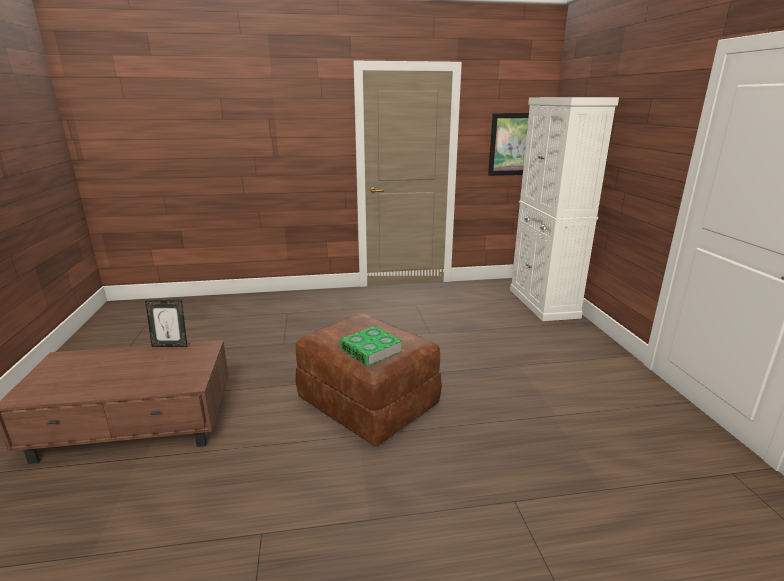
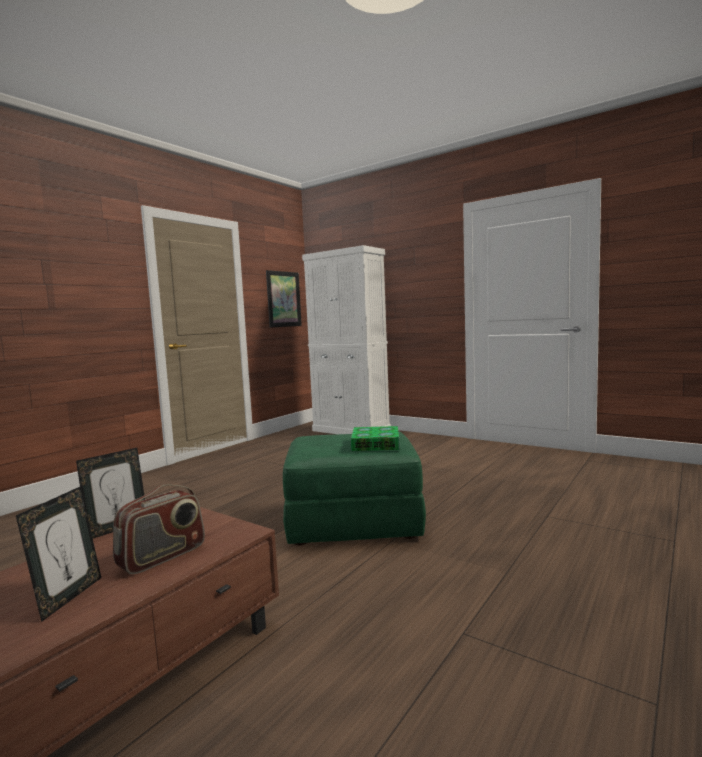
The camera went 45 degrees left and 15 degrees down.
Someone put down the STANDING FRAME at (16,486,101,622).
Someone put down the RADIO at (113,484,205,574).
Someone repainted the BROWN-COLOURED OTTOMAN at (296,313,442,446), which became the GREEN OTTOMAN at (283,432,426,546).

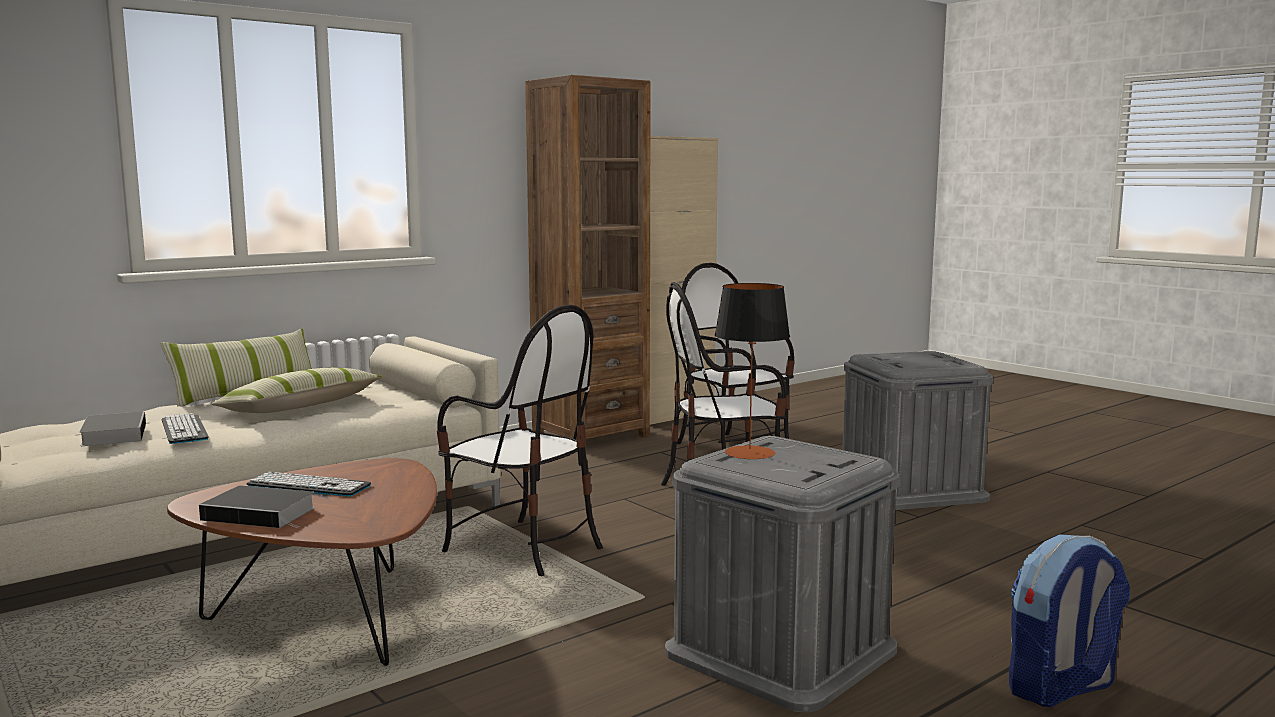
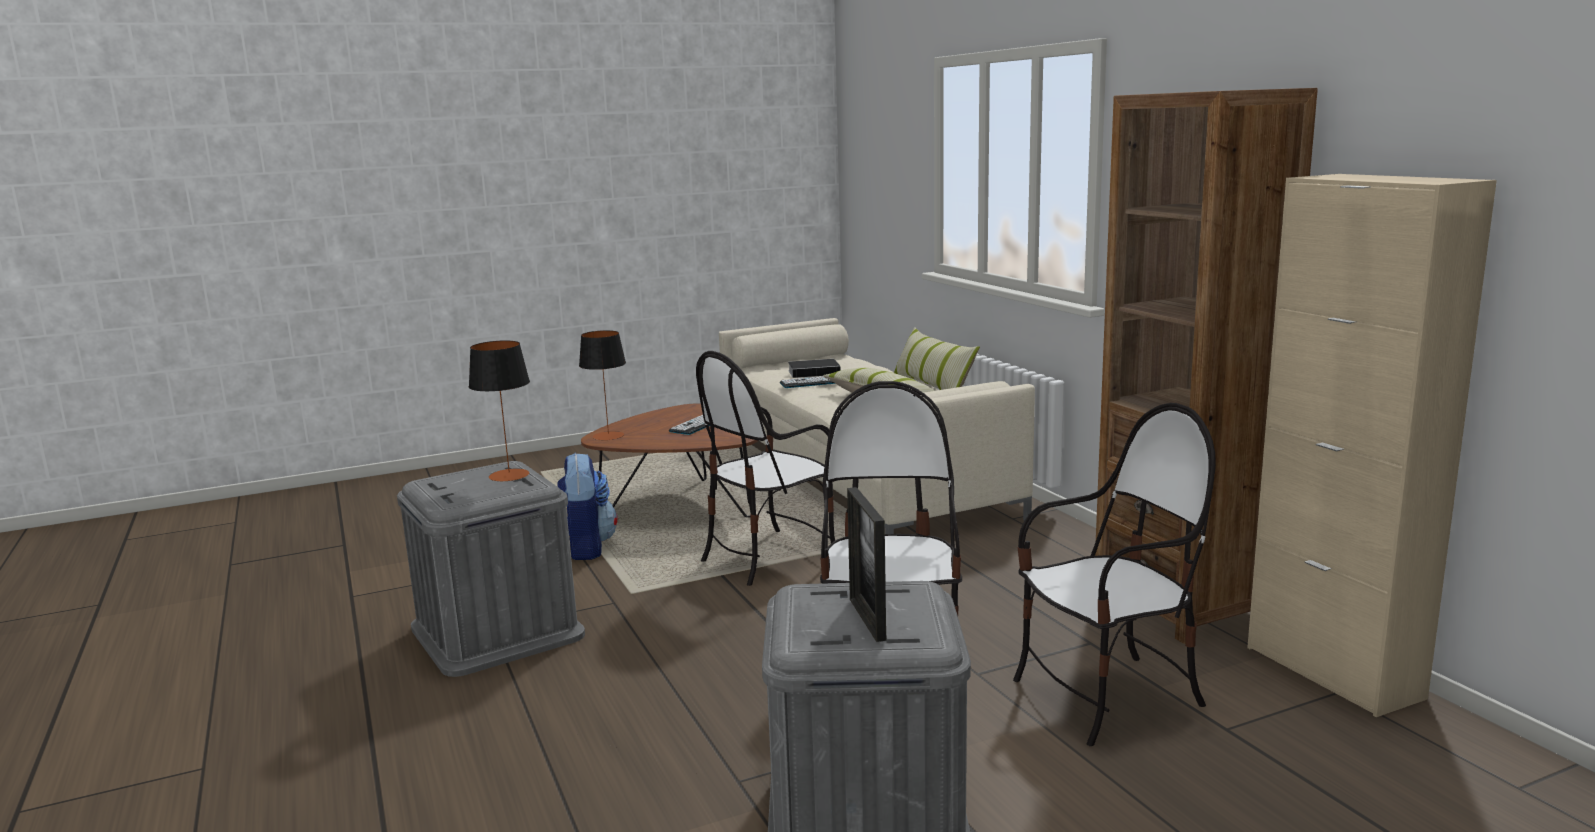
The camera went 105 degrees right and 5 degrees up.
Someone carried the BACKPACK from (1009,534,1130,707) to (557,453,618,560).
Someone put down the LAMP FOR A TABLE at (579,330,626,440).
Someone put down the STANDING FRAME at (847,487,886,642).
Someone took away the BOOK at (199,485,315,528).

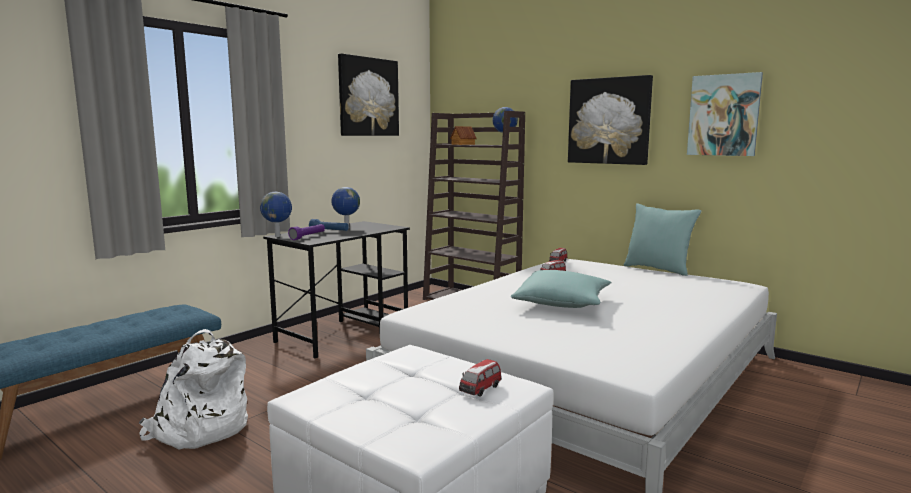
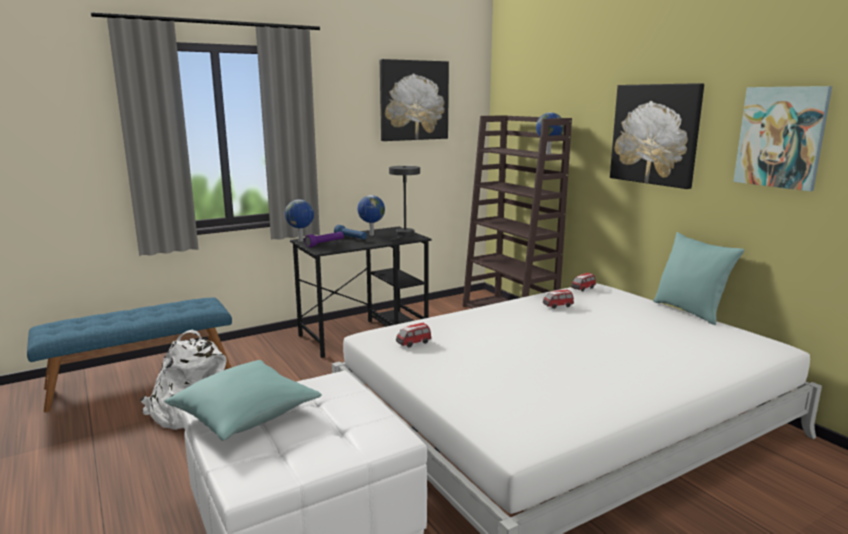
The camera went 20 degrees right and 5 degrees up.
Someone carried the TURQUOISE-COLOURED PILLOW from (511,270,611,308) to (165,360,322,441).
Someone put down the GREY LAMP FOR A TABLE at (389,166,420,240).
Someone carried the MINIATURE CAR from (459,359,501,397) to (396,323,431,348).
Someone took away the MODEL HOUSE at (450,126,477,145).

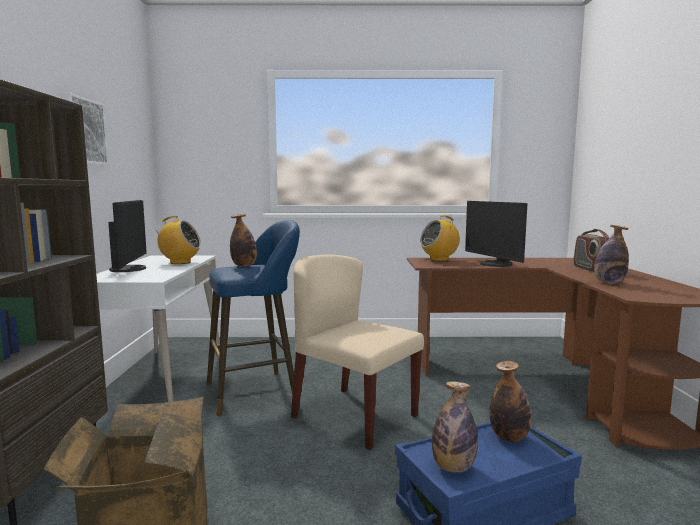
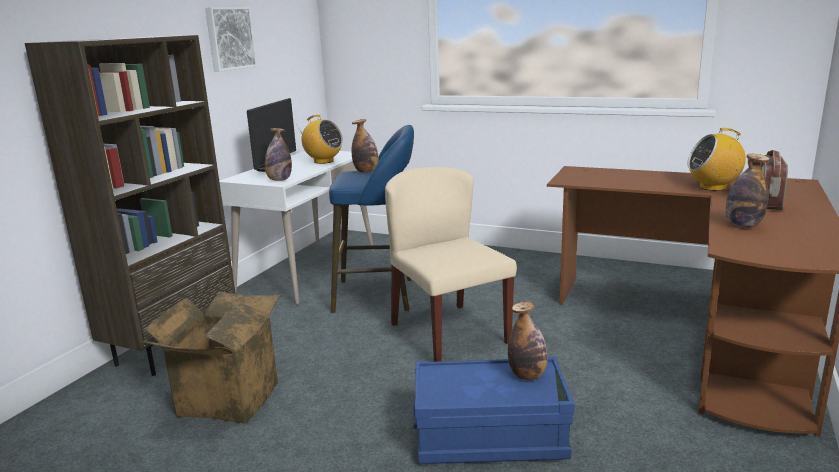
The camera went 25 degrees right and 10 degrees up.
Someone carried the BEVERAGE BOTTLE from (432,381,478,473) to (265,128,292,181).
Someone carried the RADIO from (420,215,460,261) to (687,128,746,191).
Someone took away the MONITOR at (465,201,527,267).

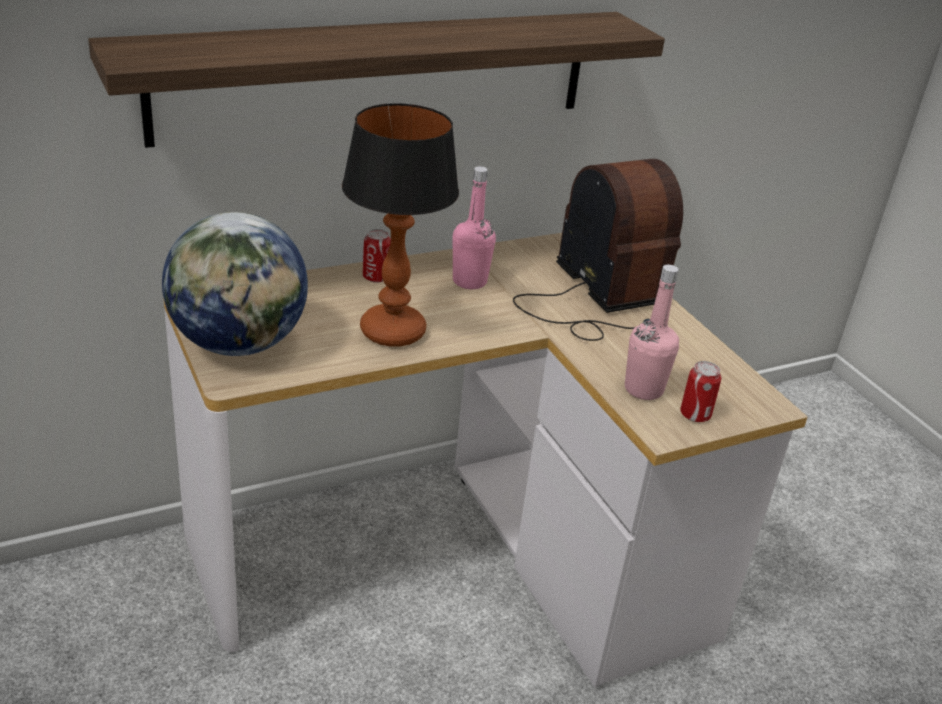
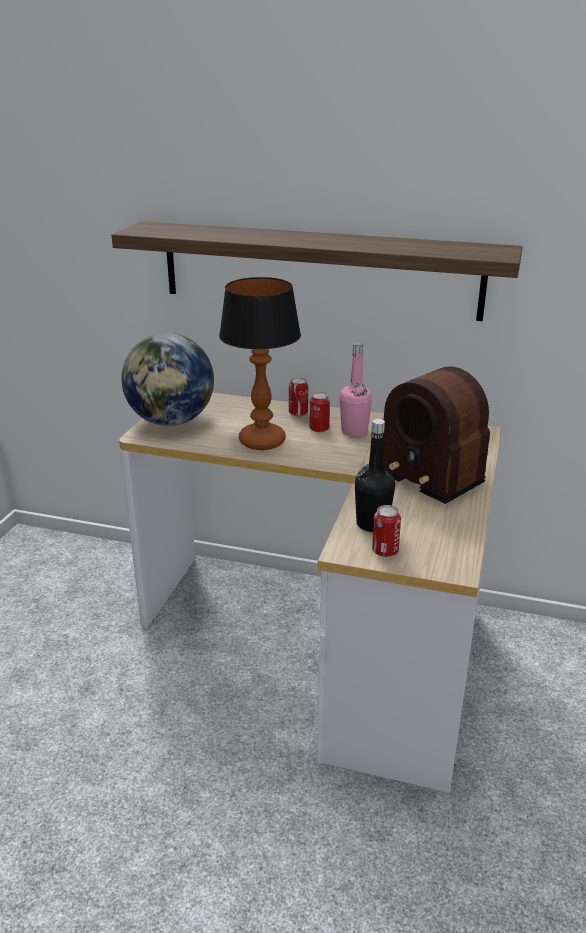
The camera went 45 degrees right and 5 degrees down.
Someone put down the SEALED CAN at (309,392,330,432).
Someone repainted the PINK BEVERAGE BOTTLE at (625,265,679,400), which became the BLACK BEVERAGE BOTTLE at (355,419,395,532).
Someone rotated the RADIO at (513,159,683,341) by 120 degrees clockwise.

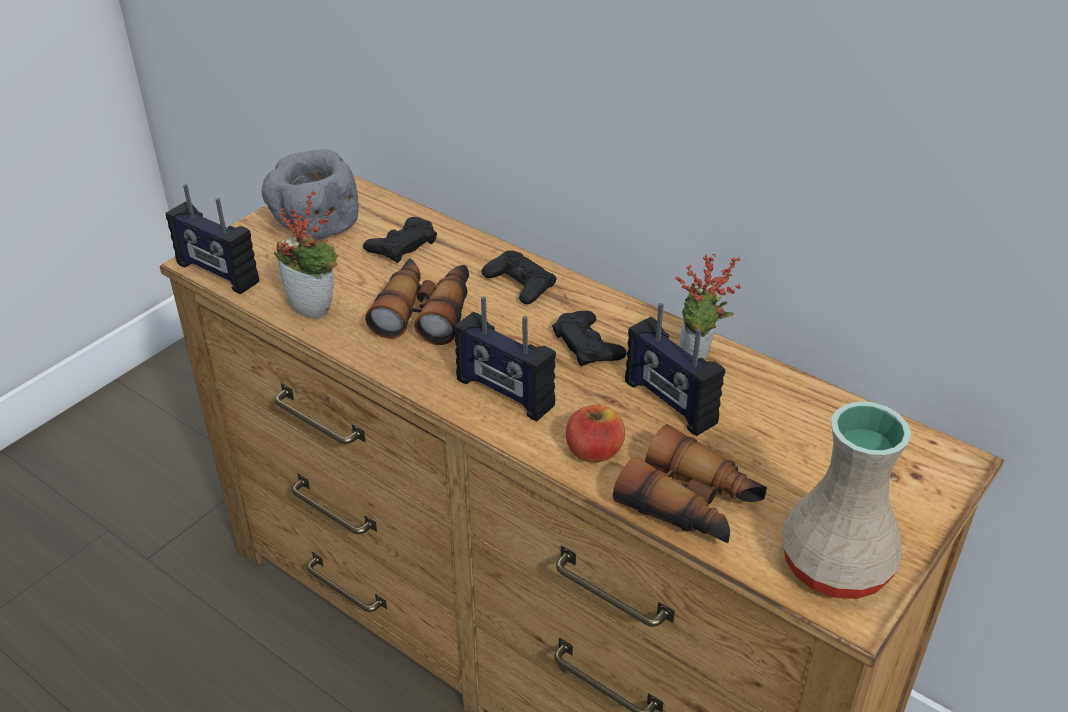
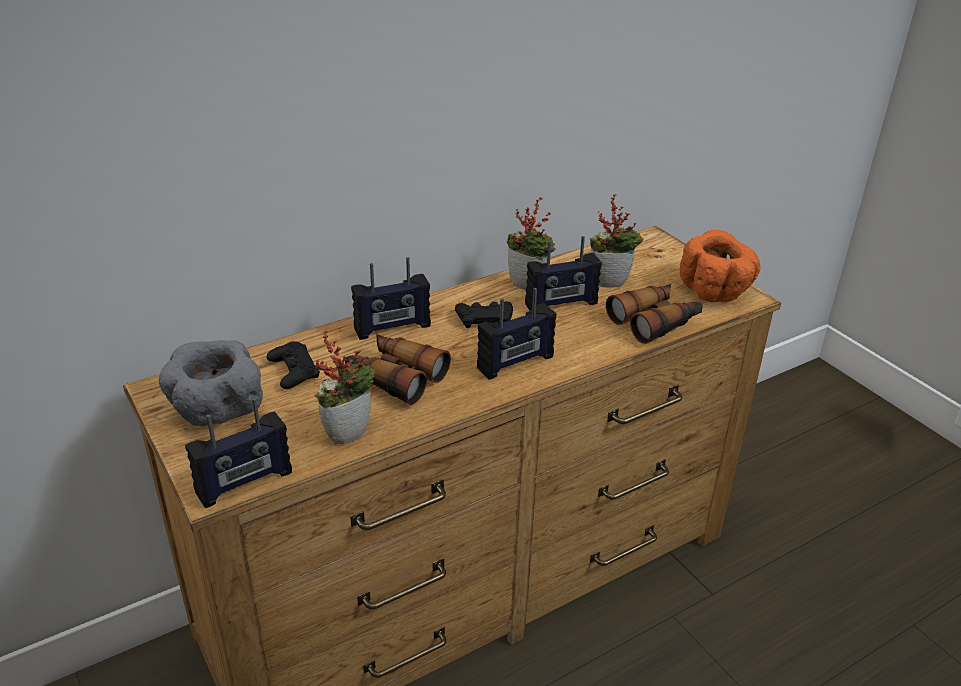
The camera went 70 degrees left and 5 degrees down.
Someone swapped the BLACK JOYPAD at (482,251,557,304) for the RADIO at (351,257,431,340).
Someone put down the HOUSEPLANT at (590,194,644,288).
Someone swapped the BEIGE VASE at (781,402,911,599) for the ORANGE DEEP DISH at (680,230,760,302).
Someone took away the APPLE at (566,405,625,462).

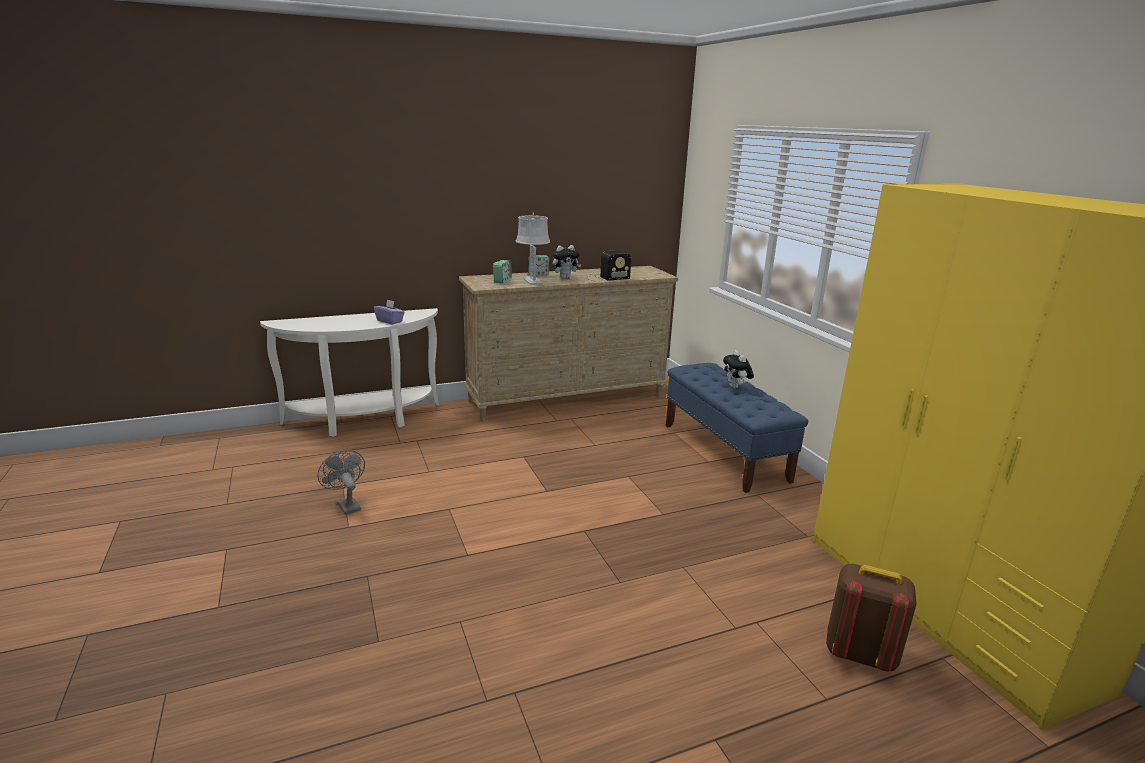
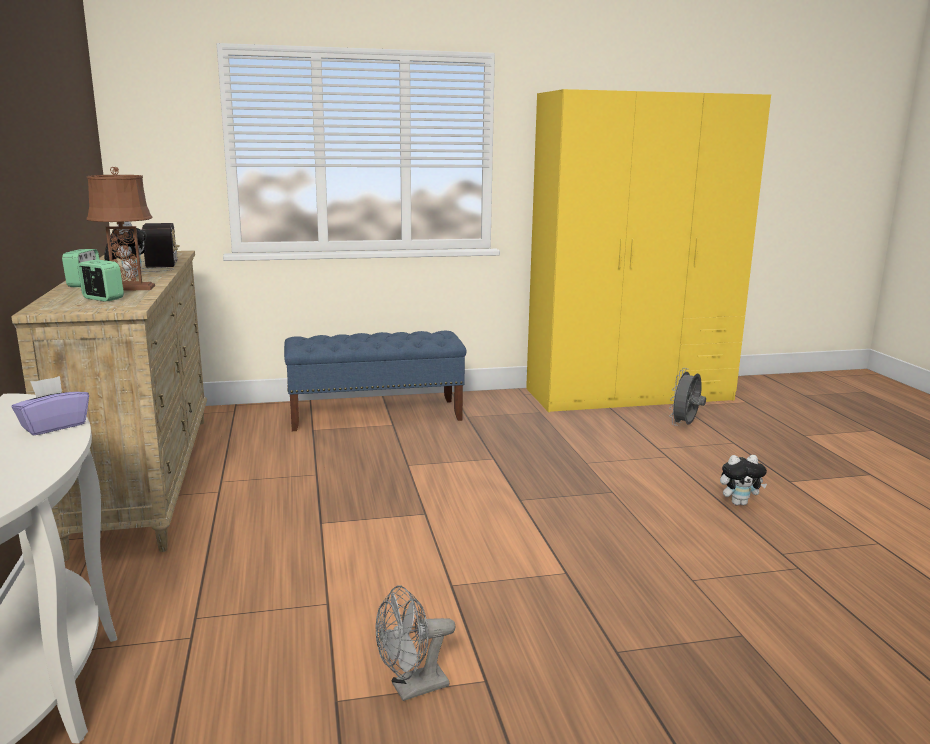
The camera went 80 degrees left and 5 degrees down.
Someone repainted the GREY LAMP FOR A TABLE at (516,212,550,285), which became the BROWN-COLOURED LAMP FOR A TABLE at (86,167,155,291).
Someone swapped the BROWN-COLOURED BACKPACK at (826,564,917,672) for the GREY ELECTRIC FAN at (669,368,706,426).
Someone carried the PLUSH TOY from (723,350,754,389) to (720,455,767,505).

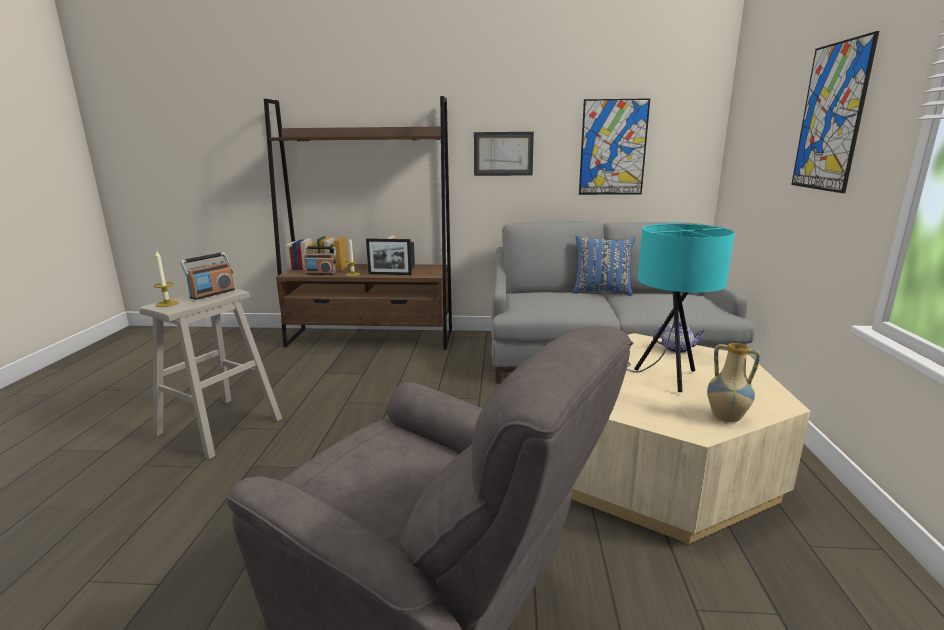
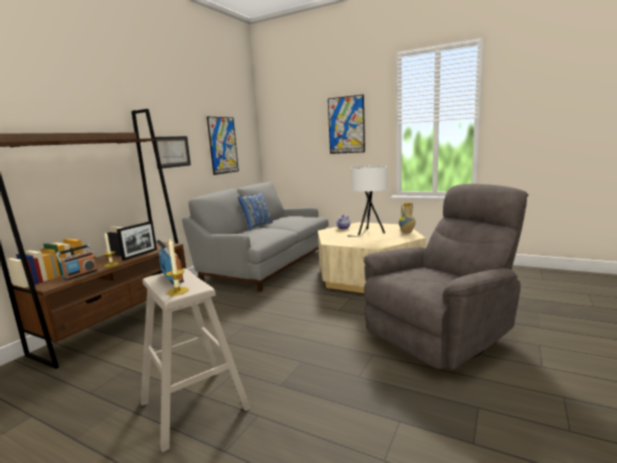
The camera went 65 degrees left and 5 degrees down.
Someone repainted the TURQUOISE-COLOURED LAMP FOR A TABLE at (627,223,735,392), which became the WHITE-COLOURED LAMP FOR A TABLE at (347,166,387,237).

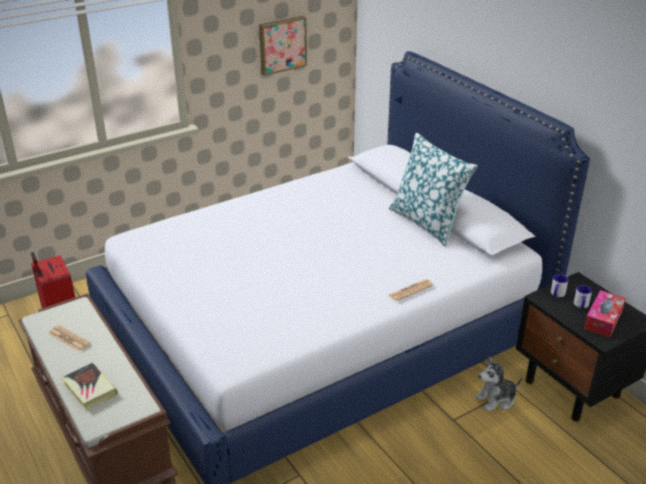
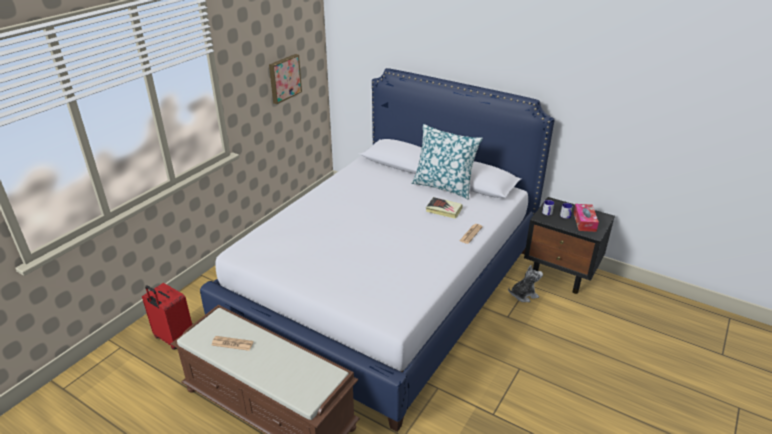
The camera went 25 degrees left and 0 degrees up.
Someone carried the BOOK from (61,362,118,410) to (426,197,463,219).
Someone rotated the PLUSH TOY at (475,356,522,412) by 150 degrees counterclockwise.

